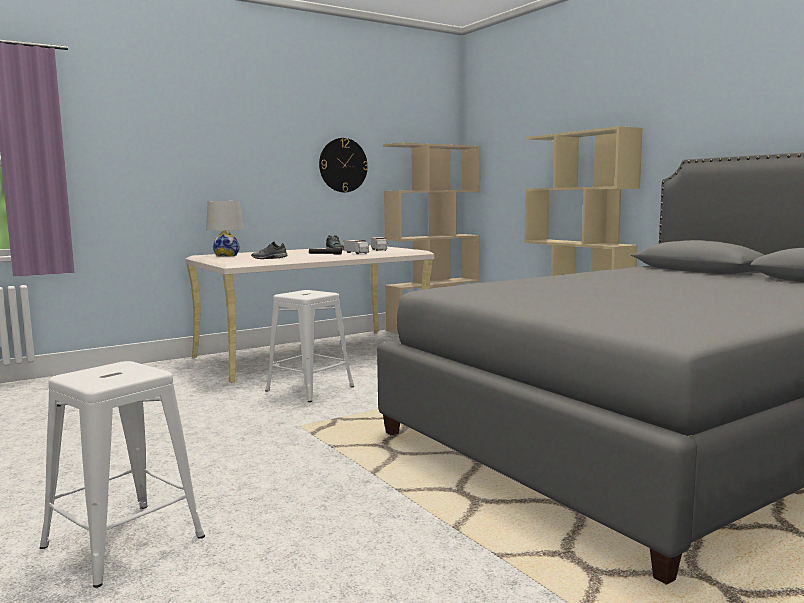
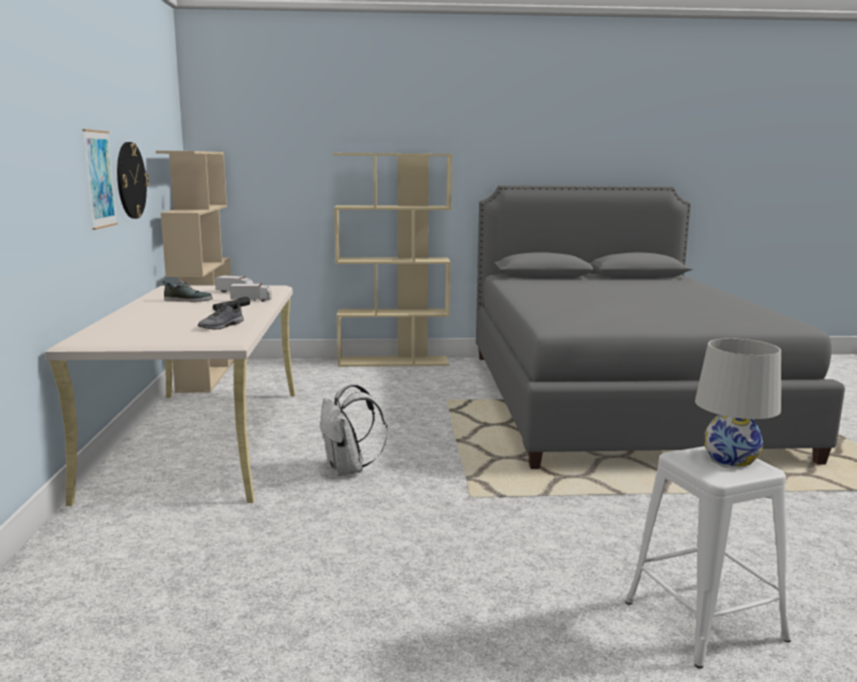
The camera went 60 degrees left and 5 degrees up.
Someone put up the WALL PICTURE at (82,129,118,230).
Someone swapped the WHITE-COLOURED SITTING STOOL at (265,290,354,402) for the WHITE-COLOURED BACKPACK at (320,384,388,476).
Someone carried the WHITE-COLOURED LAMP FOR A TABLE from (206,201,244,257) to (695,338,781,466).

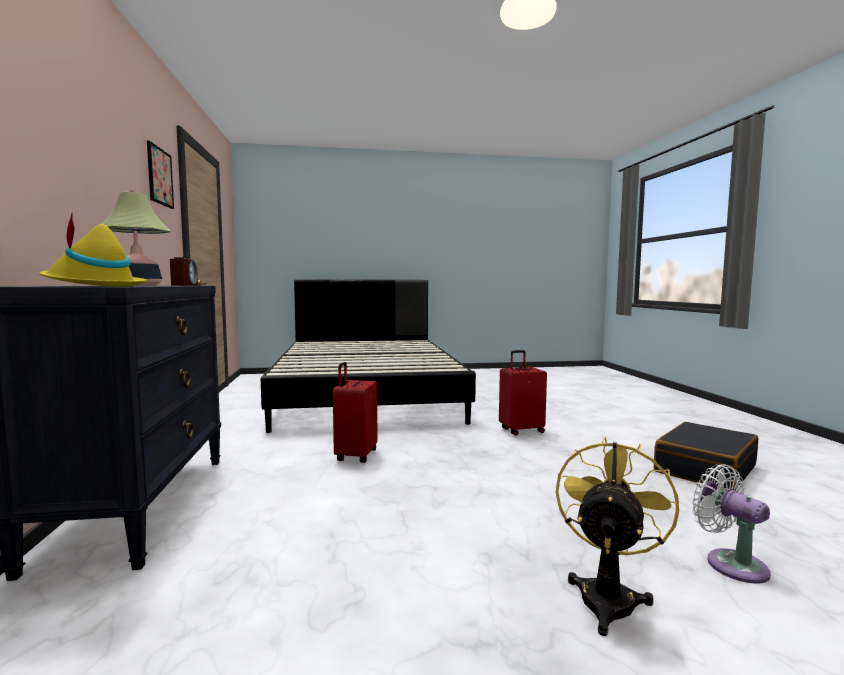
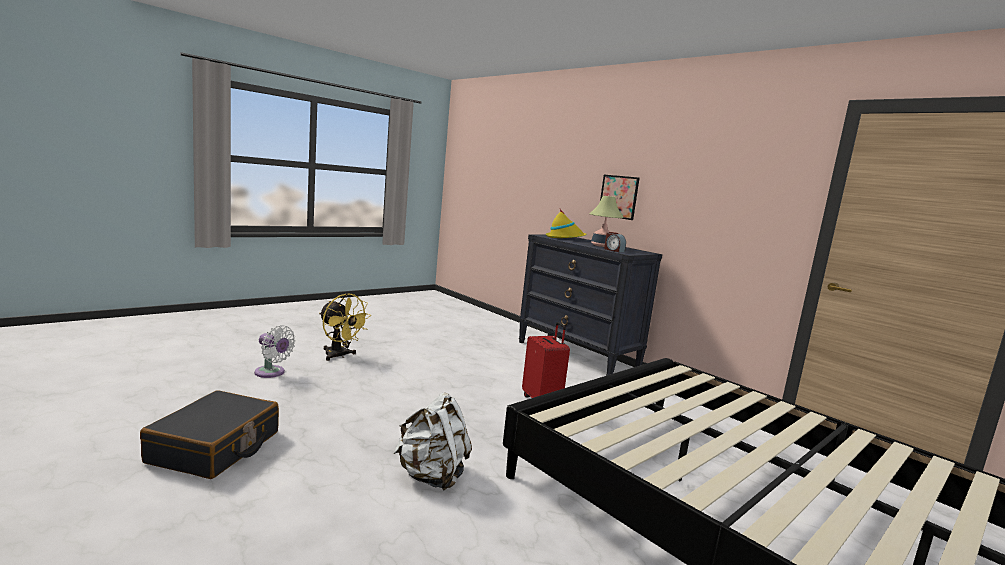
The camera went 145 degrees right and 5 degrees up.
Someone rotated the YELLOWISH ELECTRIC FAN at (556,437,679,636) by 45 degrees counterclockwise.
Someone swapped the REDDISH TRAVEL CASE at (499,350,547,436) for the WHITE-COLOURED BACKPACK at (394,392,472,491).
Someone carried the WALL PICTURE from (147,141,174,209) to (600,175,640,220).

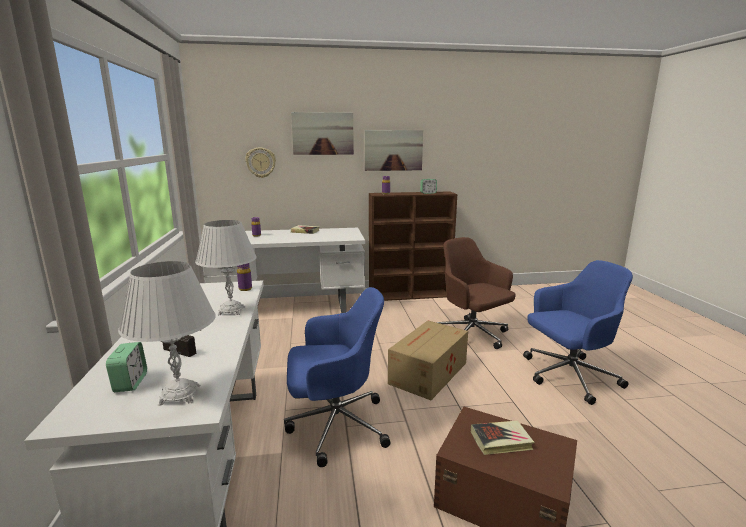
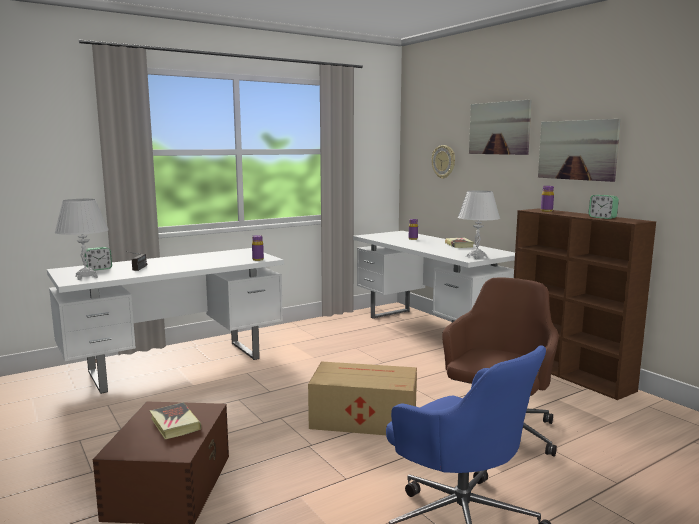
The camera went 65 degrees right and 5 degrees down.
Someone carried the WHITE-COLOURED LAMP FOR A TABLE from (195,220,257,315) to (458,190,500,259).
Someone took away the BLUISH COMPUTER CHAIR at (284,287,390,467).

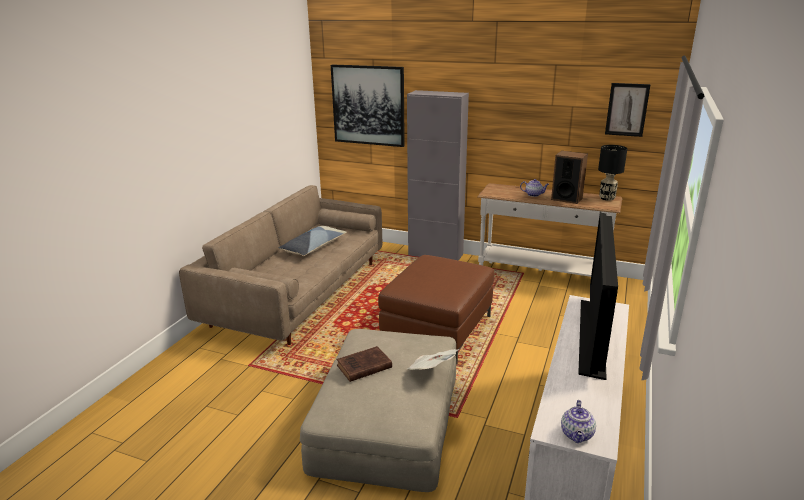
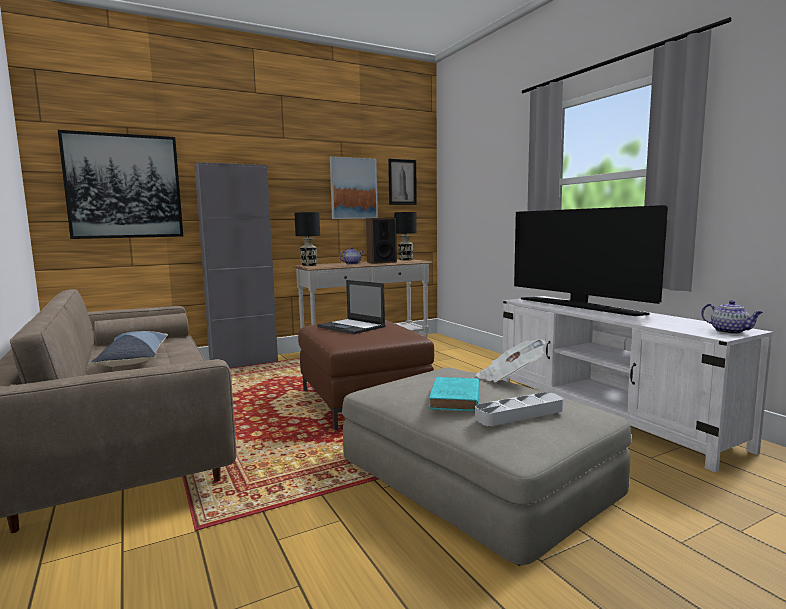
The camera went 50 degrees left and 15 degrees down.
Someone put down the BLACK LAMP FOR A TABLE at (294,212,320,266).
Someone put down the LAPTOP at (317,280,385,334).
Someone put up the WALL PICTURE at (330,156,378,219).
Someone repainted the BROWN-COLOURED BOOK at (336,346,392,382), which became the TURQUOISE-COLOURED BOOK at (429,377,480,411).
Someone put down the GREY TRAY at (475,392,563,426).

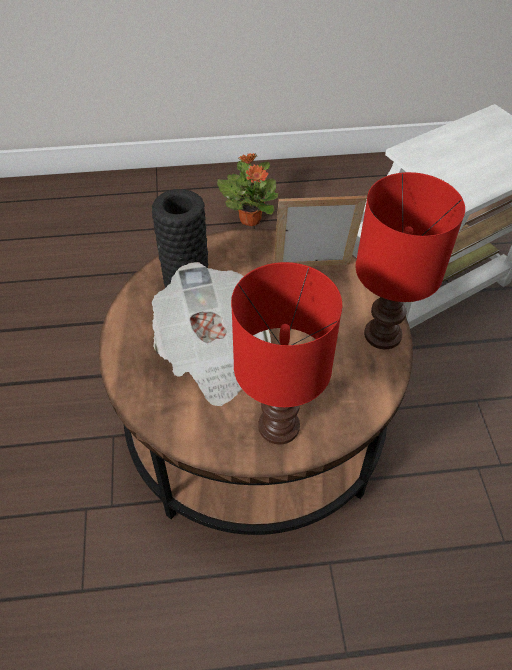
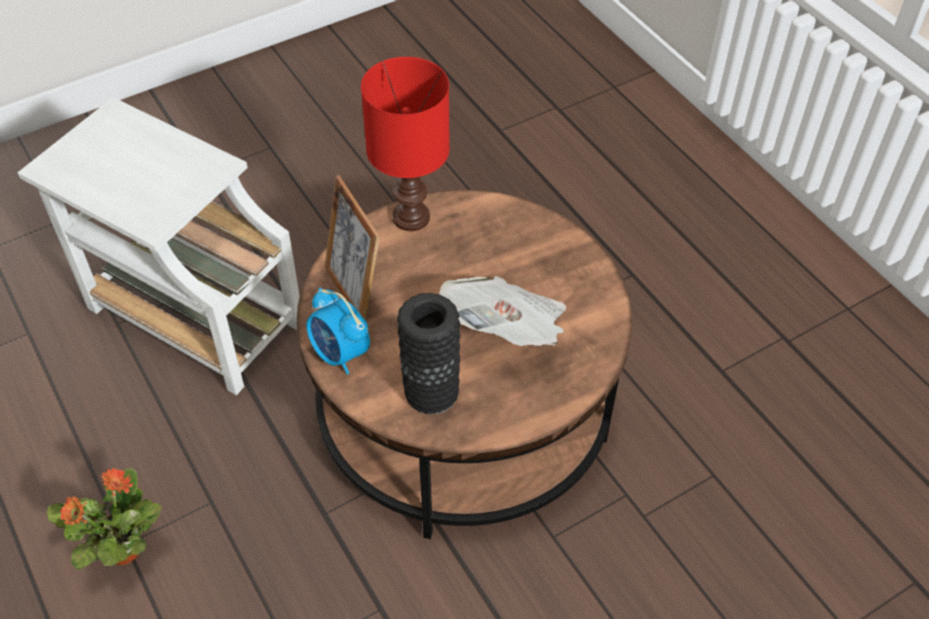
The camera went 115 degrees left and 0 degrees up.
Someone put down the TABLE CLOCK at (306,288,370,374).
Someone took away the REDDISH LAMP FOR A TABLE at (231,262,342,445).

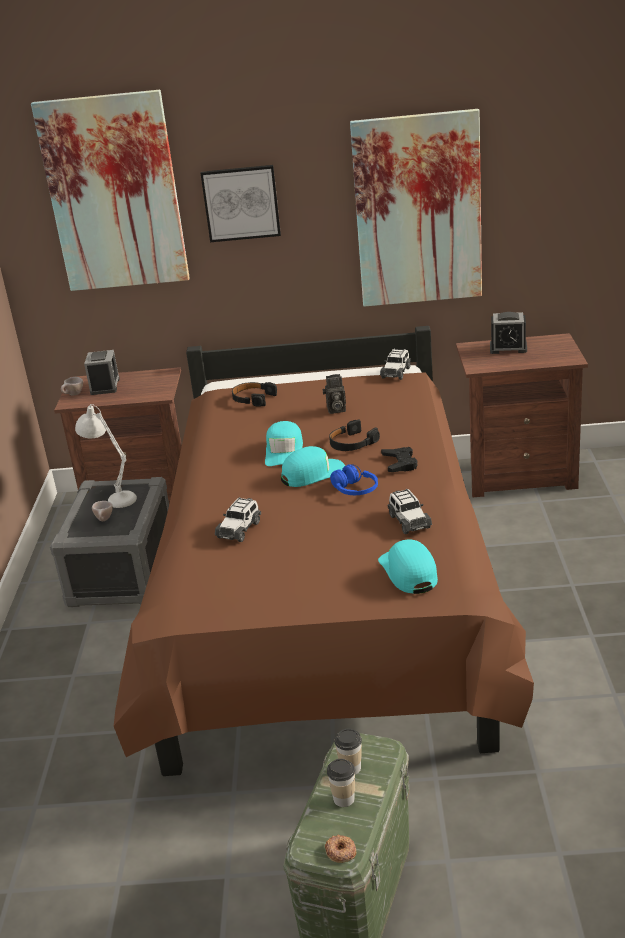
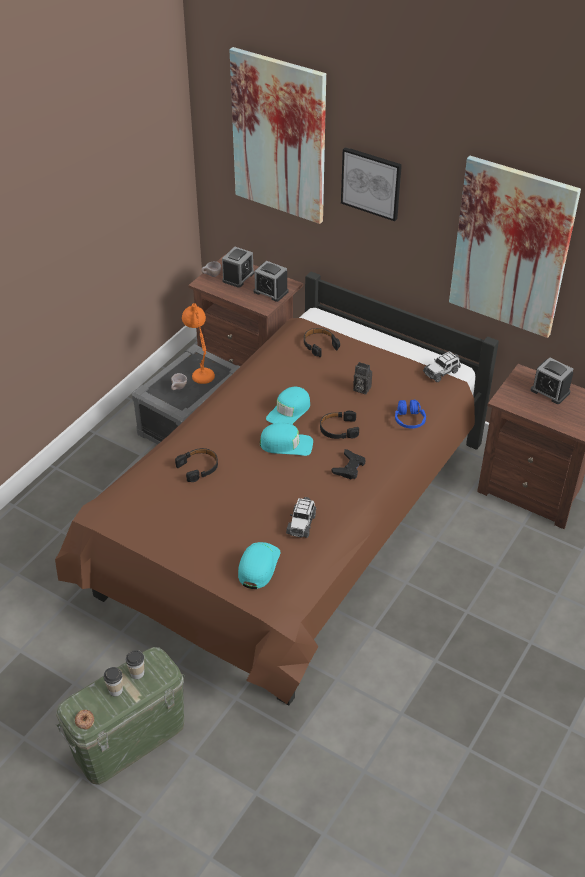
The camera went 30 degrees right and 15 degrees up.
Someone swapped the MINIATURE CAR at (215,497,261,542) for the BLACK HEADPHONES at (175,448,218,482).
Someone repainted the WHITE-COLOURED LAMP FOR A TABLE at (75,404,137,508), which became the ORANGE LAMP FOR A TABLE at (182,303,215,384).
Someone put down the TABLE CLOCK at (254,261,289,302).
Someone carried the BLUISH HEADPHONES from (330,464,378,495) to (395,400,426,428).

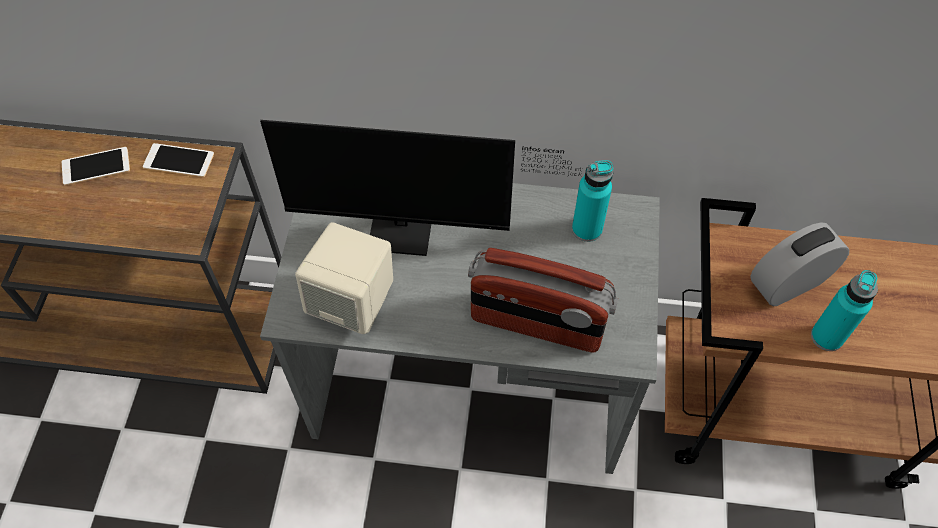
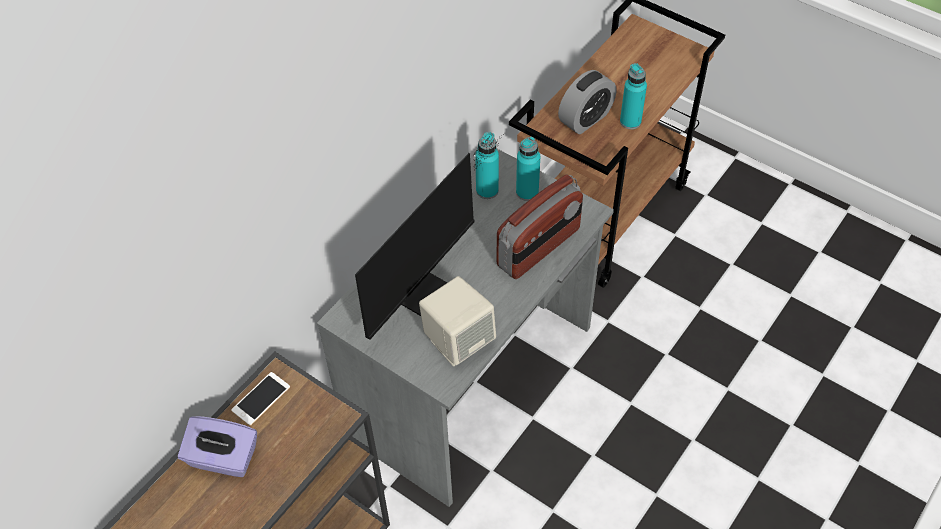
The camera went 60 degrees left and 5 degrees down.
Someone swapped the TELEPHONE at (62,147,130,185) for the PURPLISH TISSUE BOX at (178,416,257,477).
Someone put down the TURQUOISE-COLOURED BEVERAGE BOTTLE at (516,137,540,201).
Someone rotated the TABLE CLOCK at (750,223,849,306) by 135 degrees counterclockwise.

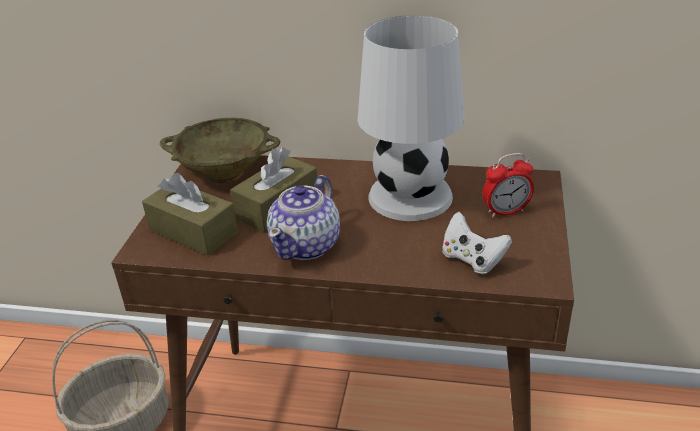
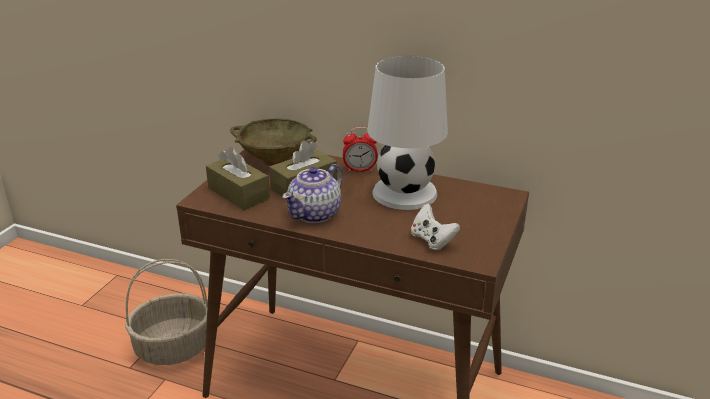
The camera went 10 degrees right and 5 degrees down.
Someone carried the TABLE CLOCK from (483,153,534,218) to (343,127,378,172).

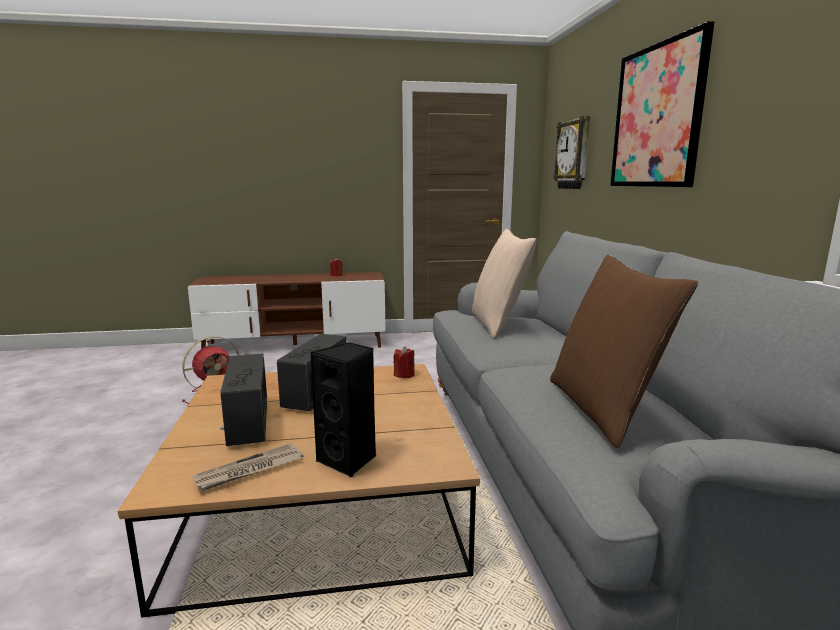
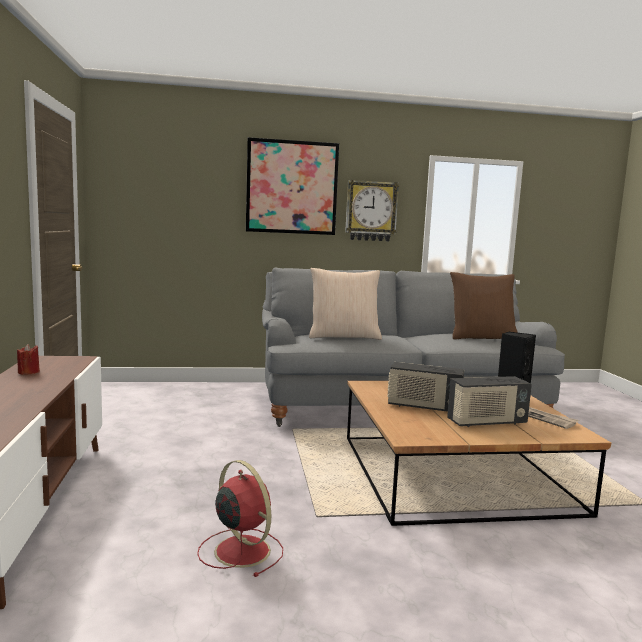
The camera went 90 degrees left and 5 degrees down.
Someone carried the HANGING CLOCK from (553,116,590,189) to (345,180,399,241).
Someone took away the REDDISH WAX LIGHT at (393,346,415,378).

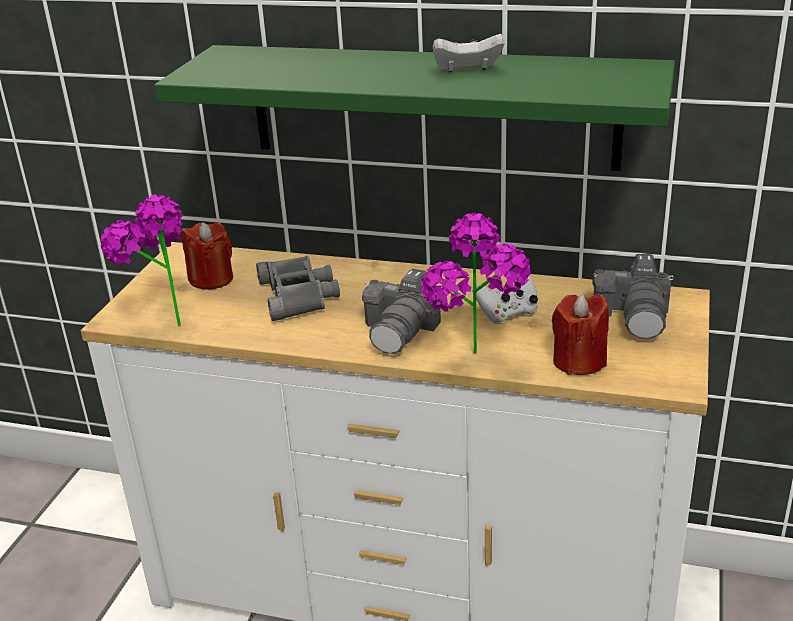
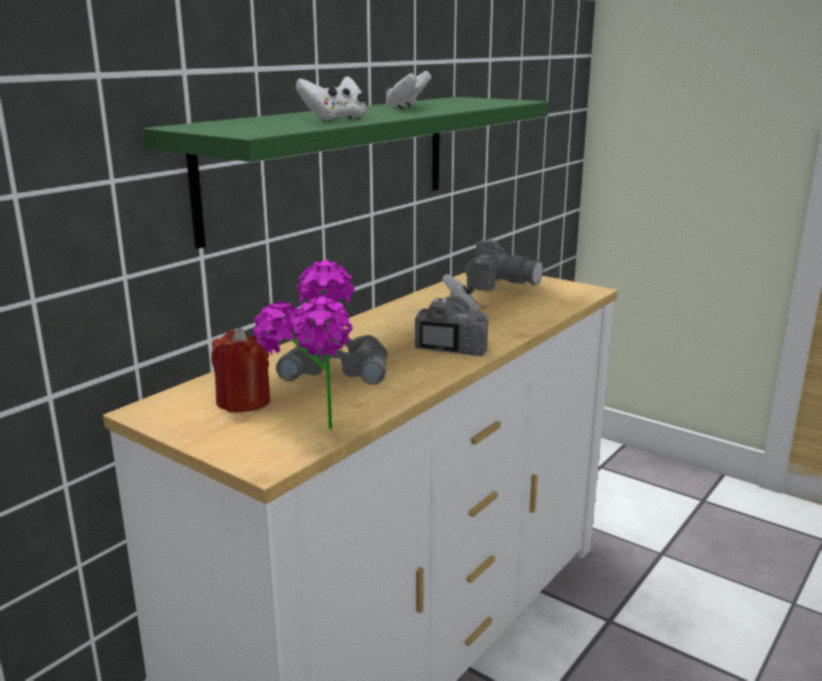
The camera went 70 degrees left and 10 degrees down.
Someone put down the WHITE-COLOURED JOYPAD at (295,76,366,121).
Someone rotated the STILL CAMERA at (362,269,441,354) by 120 degrees counterclockwise.
Someone took away the HOUSEPLANT at (421,213,531,353).
Someone took away the REDDISH WAX LIGHT at (552,294,609,375).

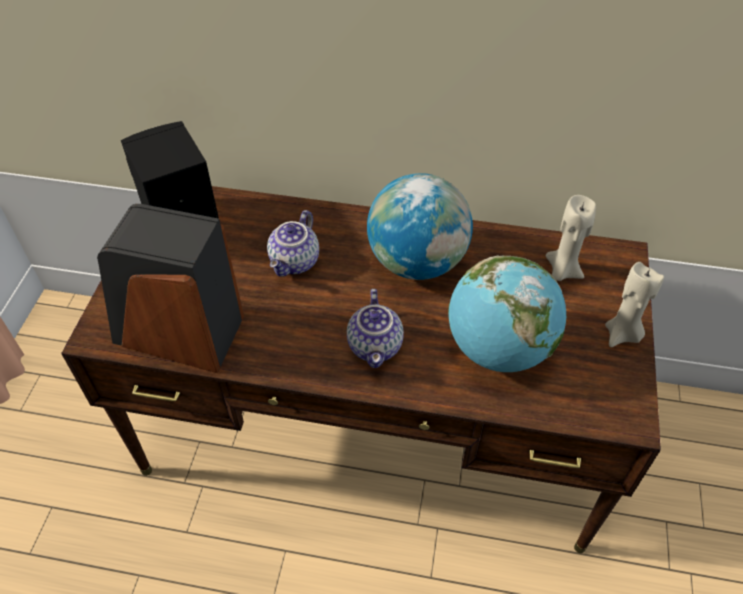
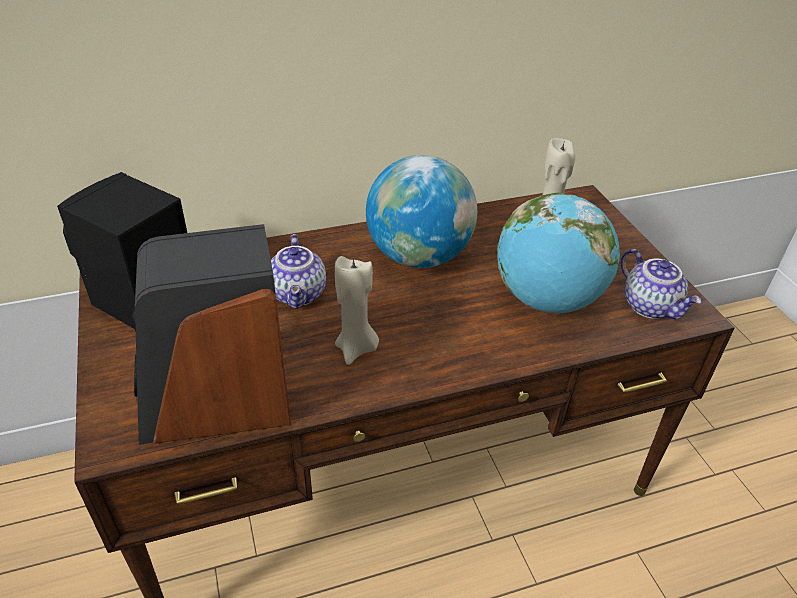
The camera went 30 degrees left and 10 degrees down.
Someone carried the BEIGE WAX LIGHT from (605,262,664,347) to (335,256,379,365).
Someone carried the POT FOR TEA from (347,289,404,368) to (620,249,702,319).

